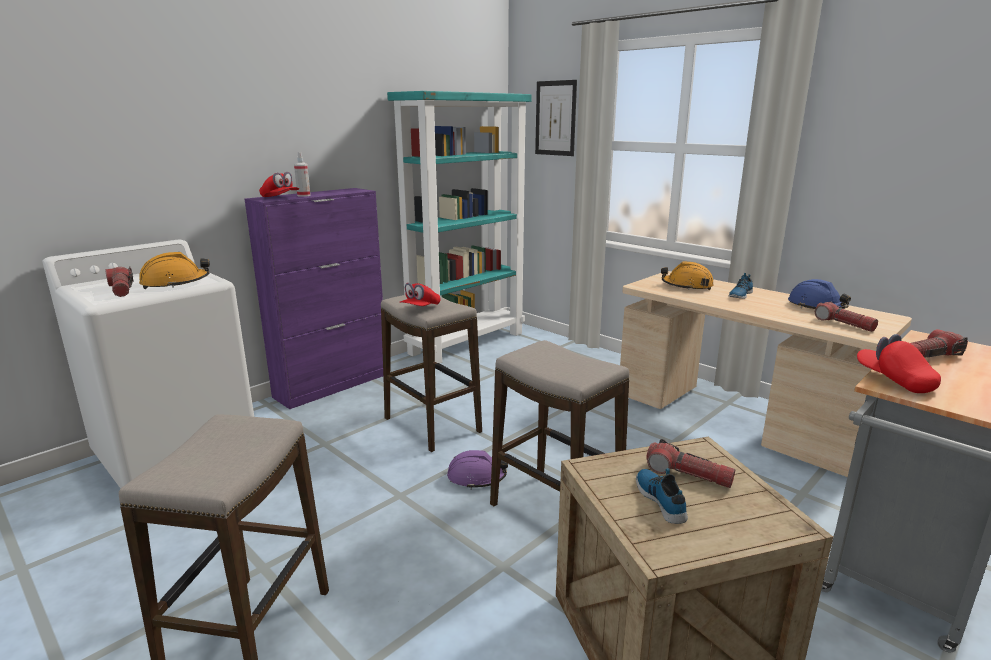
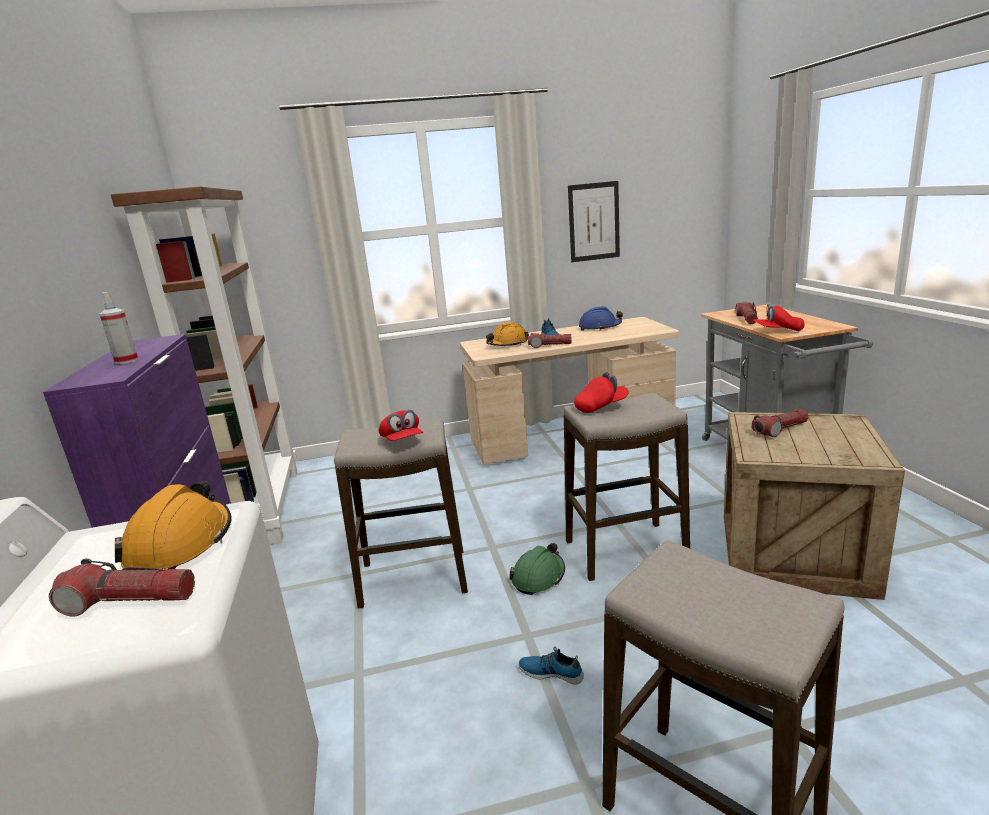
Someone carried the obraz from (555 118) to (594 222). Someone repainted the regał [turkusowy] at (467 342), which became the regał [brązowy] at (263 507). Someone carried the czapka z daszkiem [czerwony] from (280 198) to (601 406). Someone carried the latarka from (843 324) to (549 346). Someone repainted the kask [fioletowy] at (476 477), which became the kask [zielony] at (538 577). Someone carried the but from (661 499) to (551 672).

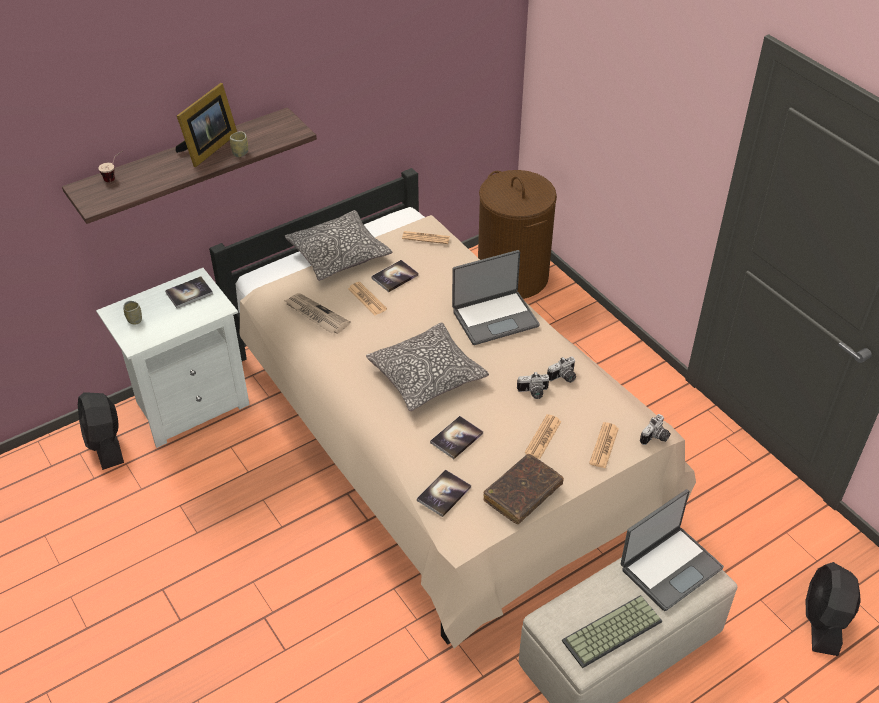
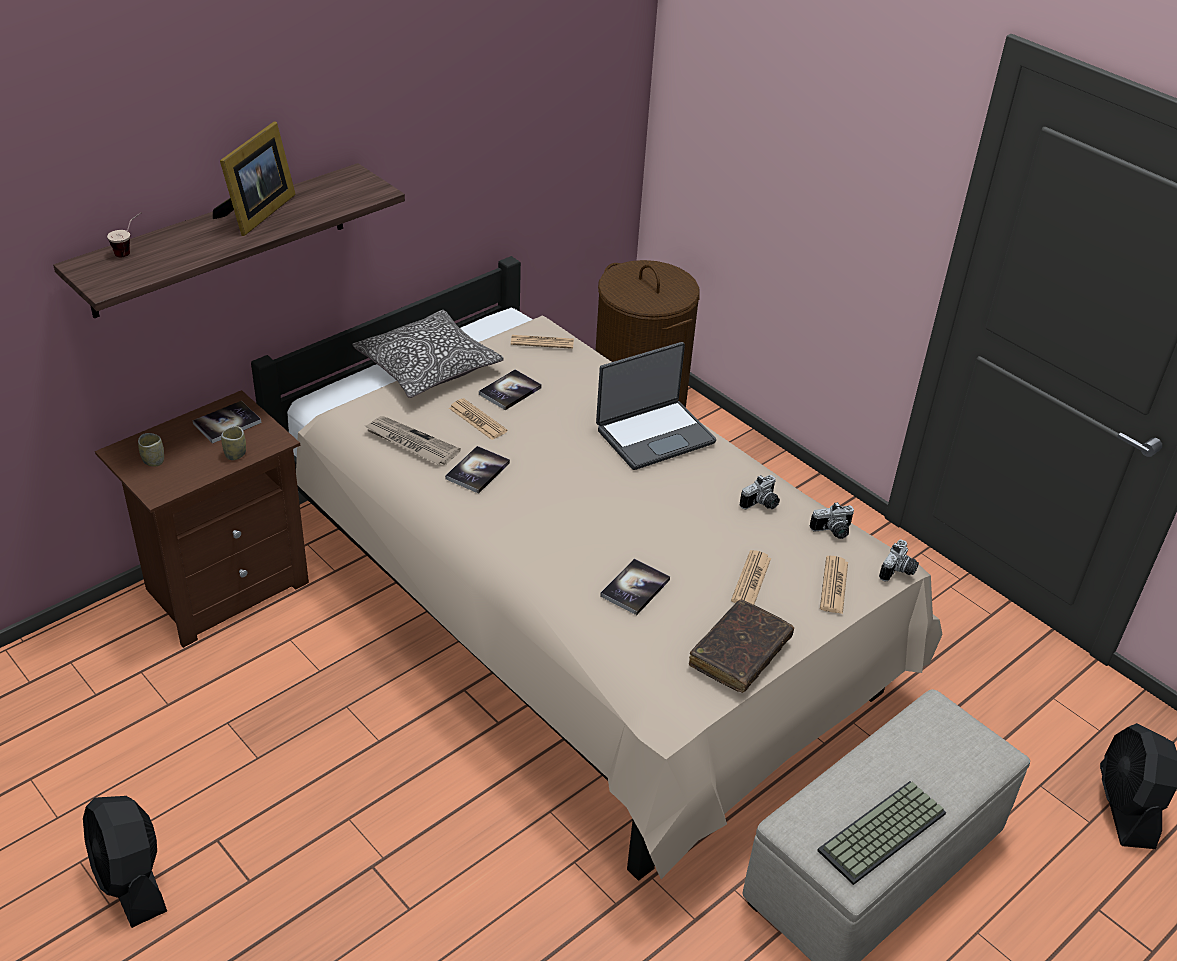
Someone carried the filiżanka from (240 153) to (235 454). Someone repainted the szafka nocna [biały] at (190 404), which became the szafka nocna [brązowy] at (223 587). Someone took away the poduszka at (427 375). Someone carried the aparat fotograficzny from (533 393) to (833 532). Someone carried the wentylator [czarny] from (105 444) to (131 879). Someone carried the książka from (444 494) to (477 471). Someone took away the laptop at (669 567).

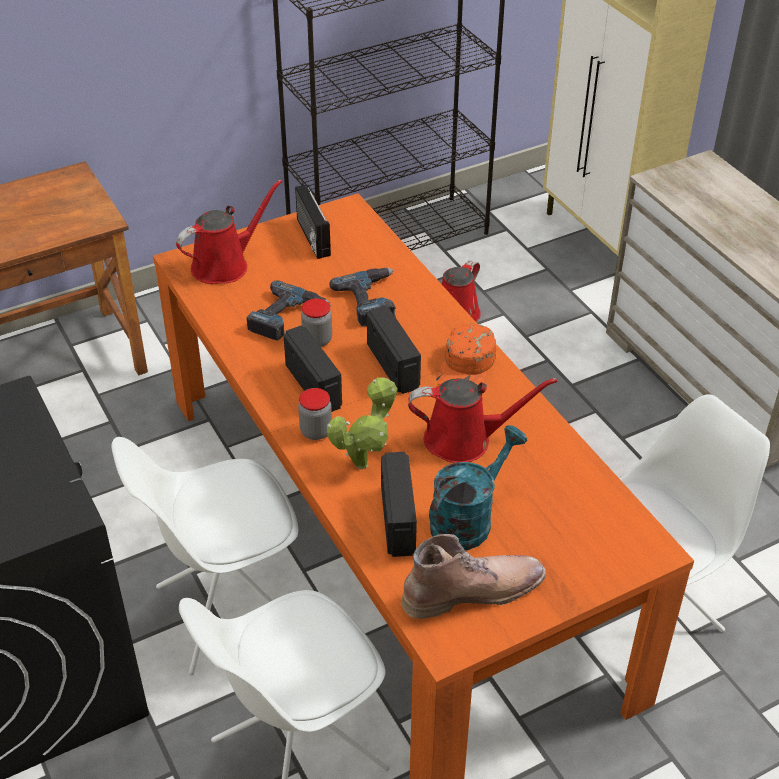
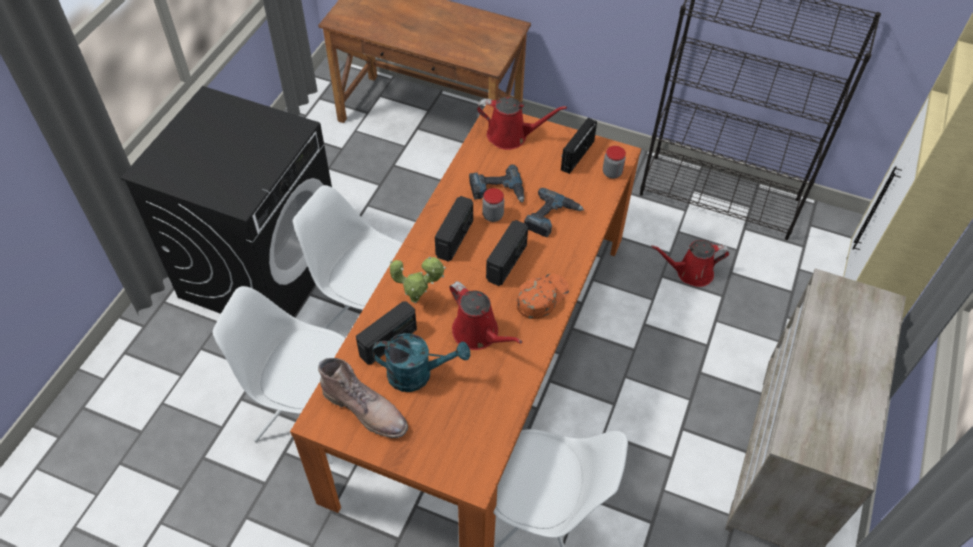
Someone rotated the czapka z daszkiem [pomarańczowy] at (467 366) by 150 degrees clockwise. Someone carried the słoik from (316 431) to (612 173).

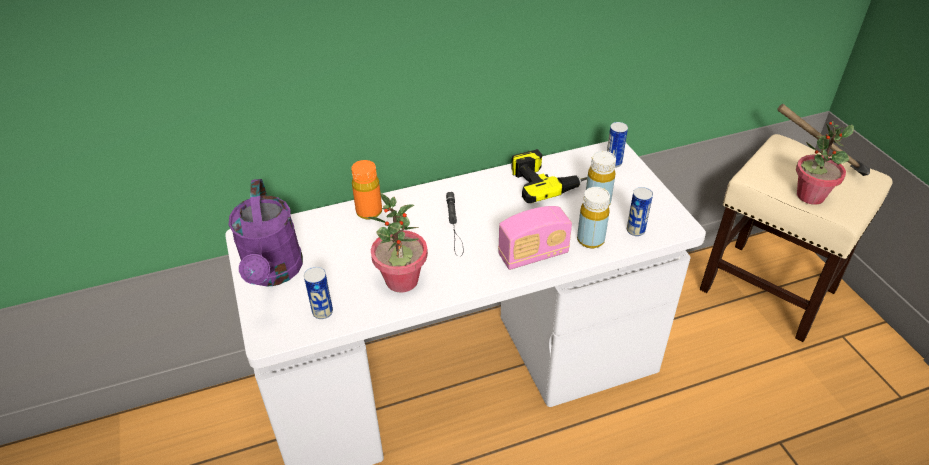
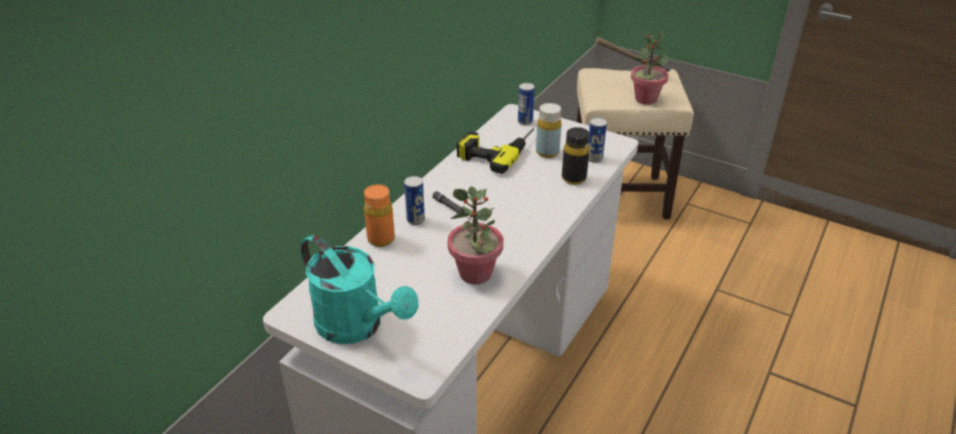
Someone repainted the konewka [fioletowy] at (273 273), which became the konewka [turkusowy] at (358 326). Someone repainted the butelka [żółty] at (590 240), which became the butelka [czarny] at (573 178). Someone took away the radio at (533 255). Someone carried the puszka from (322 312) to (415 220).

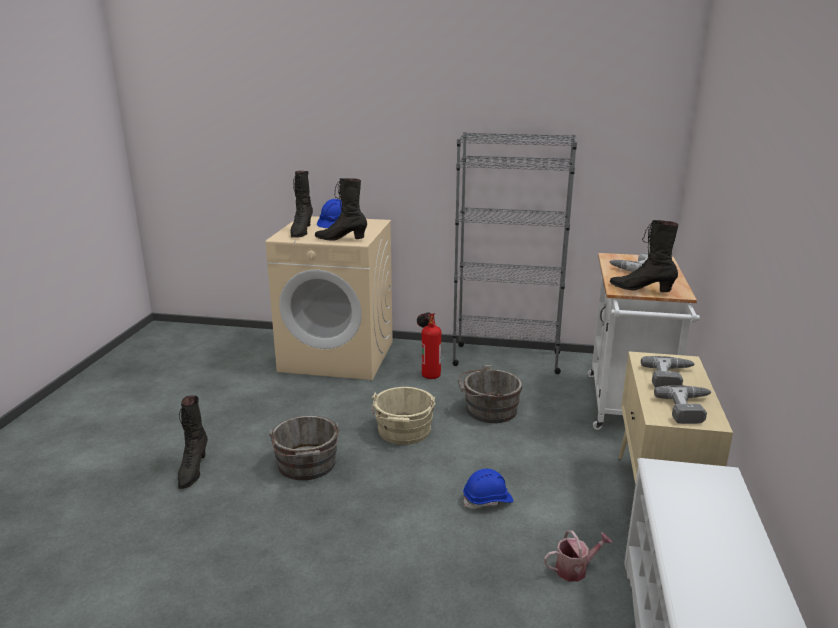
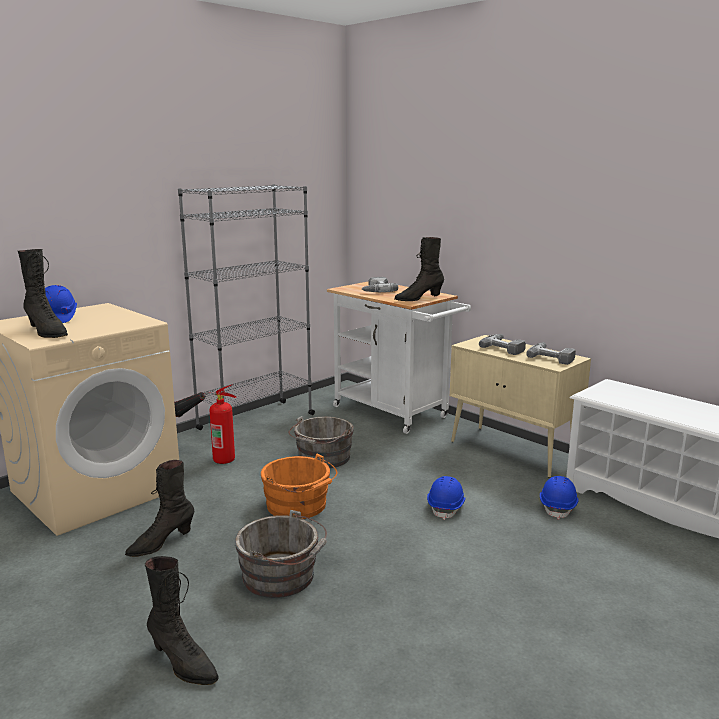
Someone carried the but z cholewką [czarny] from (341 239) to (161 543). Someone repainted the wiadro [beżowy] at (403 432), which became the wiadro [pomarańczowy] at (299 506). Someone swapped the konewka at (575 569) for the kask [niebieski] at (558 507).

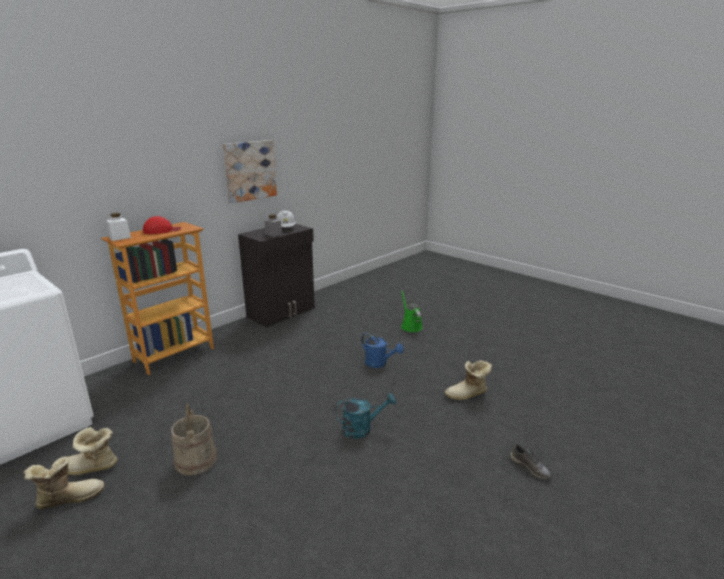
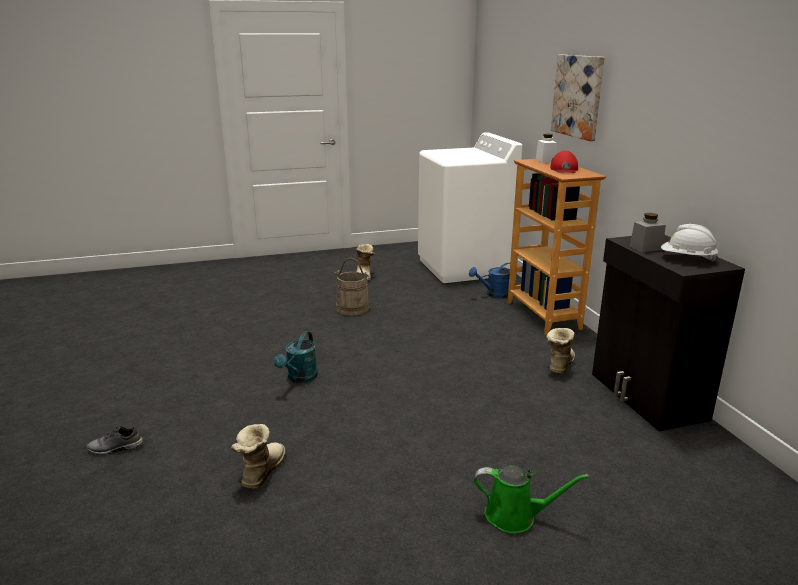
Someone carried the obraz from (250 170) to (578 96). Someone carried the konewka [niebieski] from (379 363) to (494 294). Someone carried the but z cholewką from (91 468) to (559 365).

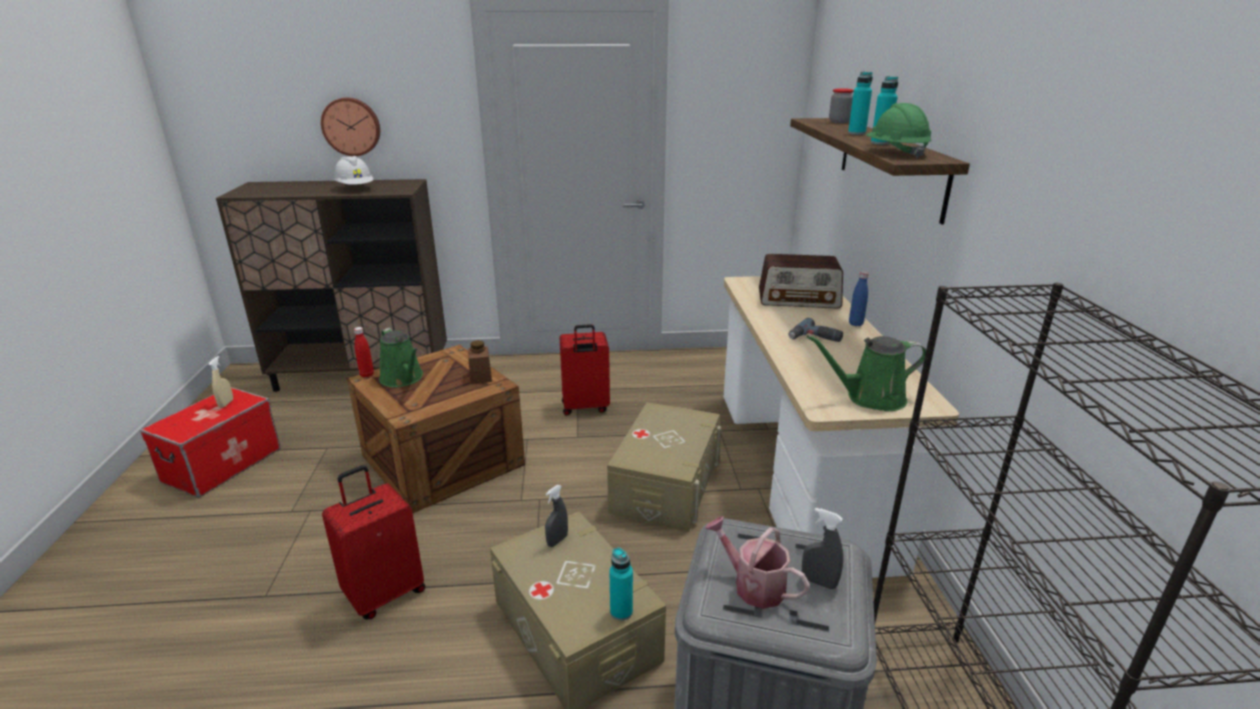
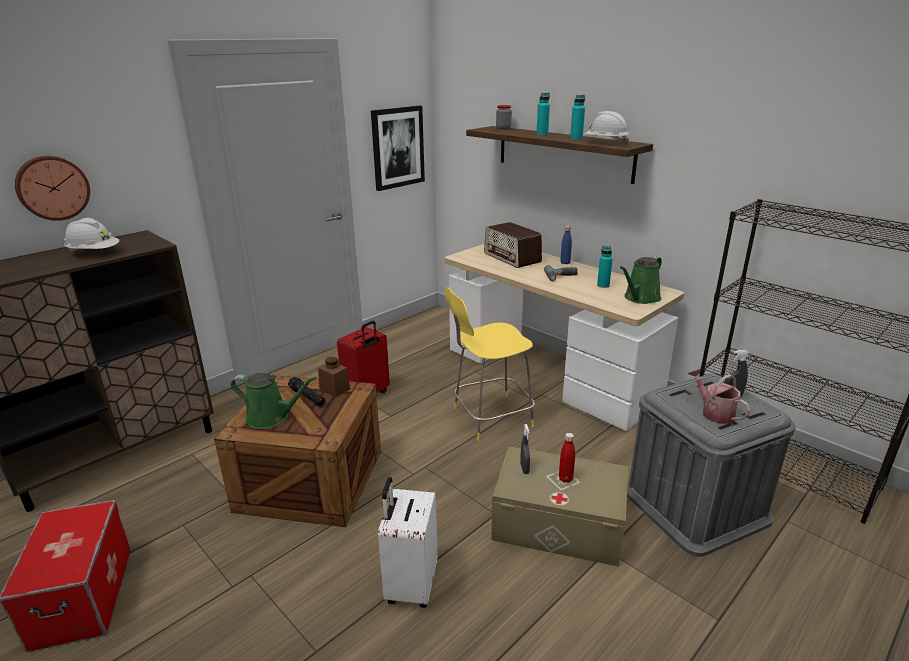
Someone repainted the kask [zielony] at (895 153), which became the kask [biały] at (605 143). Someone rotated the radio at (799 299) by 90 degrees clockwise. Someone carried the butelka [czerwony] from (367 375) to (565 478). Someone took away the spryskiwacz [beżowy] at (226 403). Someone swapped the pojemnik do przechowywania [beżowy] at (665 485) for the stołek [żółty] at (490 418). Someone repainted the walizka [czerwony] at (384 593), which became the walizka [biały] at (410 585). Someone rotated the konewka at (753 585) by 60 degrees clockwise. Someone carried the butelka [turkusowy] from (621 612) to (603 285). Someone put up the obraz at (397 147). Someone put down the latarka [czarny] at (307 397).

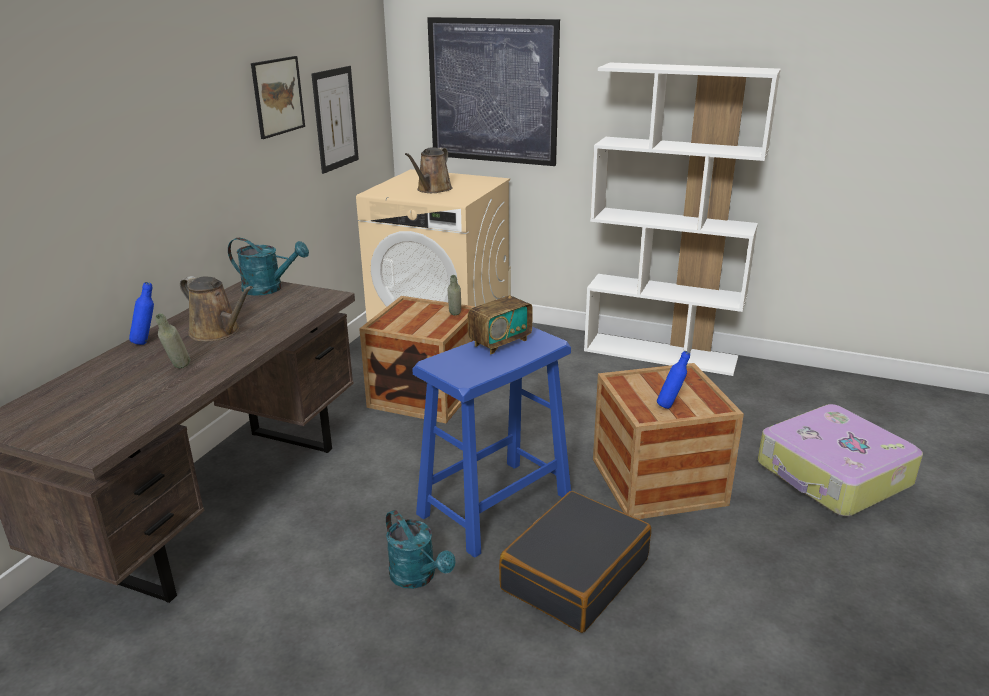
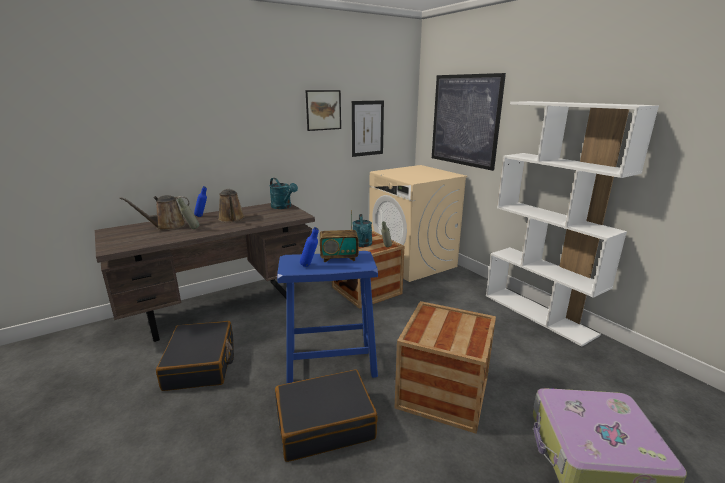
Someone carried the konewka [brązowy] from (432 190) to (167 226). Someone carried the butelka [niebieski] from (670 406) to (310 266). Someone carried the konewka [turkusowy] from (418 577) to (362 244). Someone put down the walizka [czarny] at (201 364).

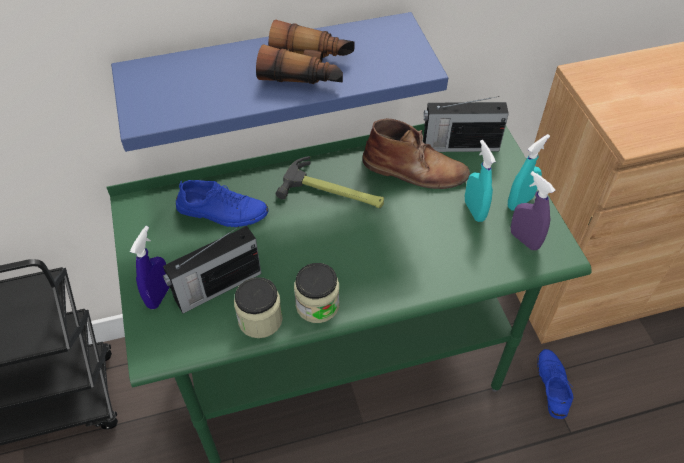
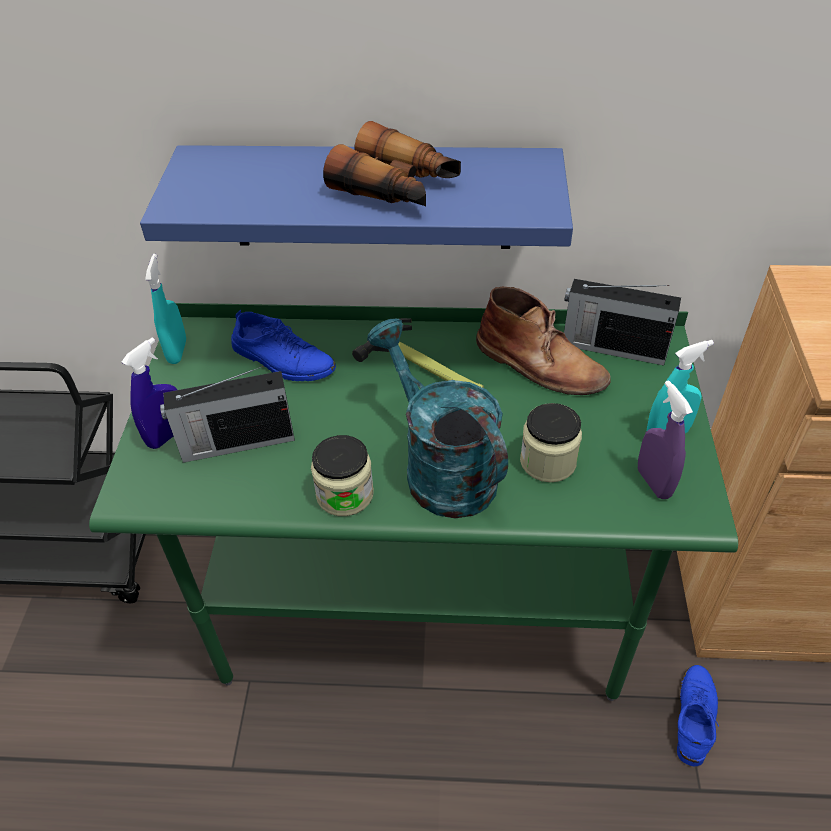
Someone carried the spryskiwacz [turkusowy] from (474 210) to (177 351). Someone carried the słoik from (260 319) to (548 461). Someone put down the konewka [turkusowy] at (440 467).

